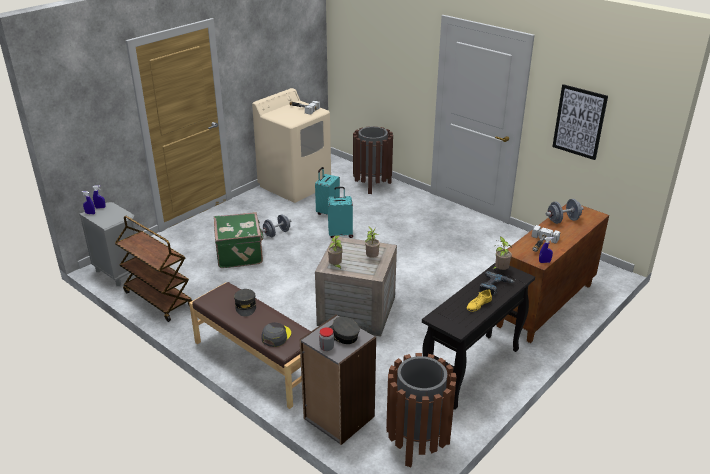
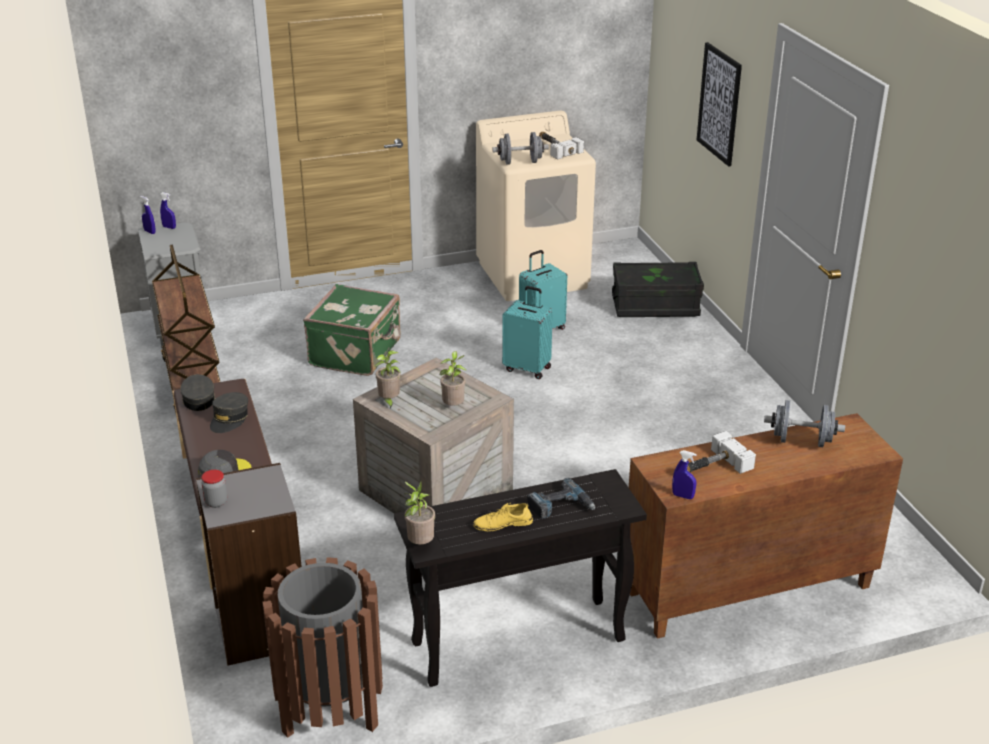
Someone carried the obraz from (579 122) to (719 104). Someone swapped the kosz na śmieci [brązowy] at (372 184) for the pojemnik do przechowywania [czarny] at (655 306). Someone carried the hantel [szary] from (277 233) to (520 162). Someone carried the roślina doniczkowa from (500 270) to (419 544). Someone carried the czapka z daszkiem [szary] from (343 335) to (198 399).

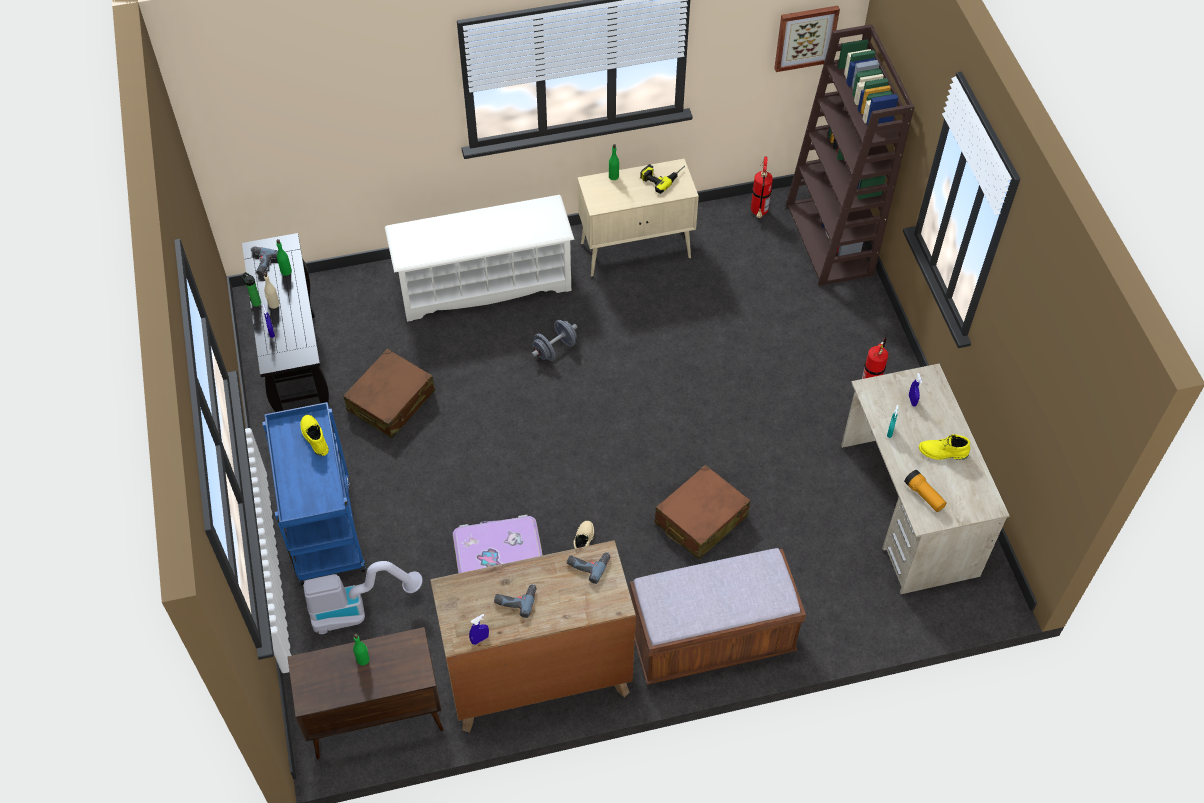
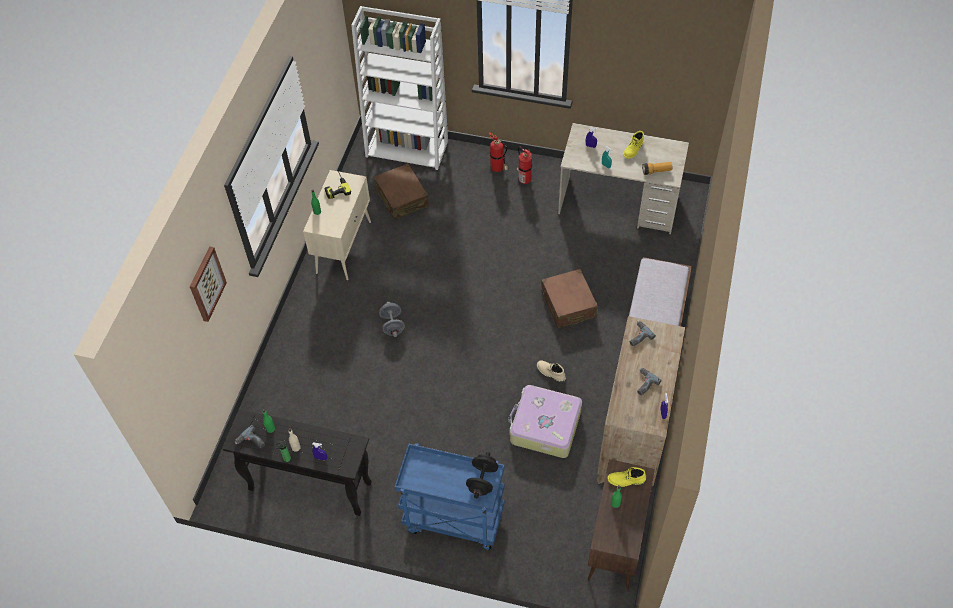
Someone carried the obraz from (805 37) to (206 284). Someone repainted the regał [brązowy] at (830 240), which became the regał [biały] at (408 148). Someone carried the gaśnica from (759 213) to (498 169). Someone took away the regał na buty [biały] at (484 284). Someone carried the walizka [brązowy] from (391 401) to (401 197). Someone carried the but z cholewką [żółty] from (314 437) to (626 480). Someone took away the odkurzacz at (358 610). Someone put down the hantel [czarny] at (482 480).

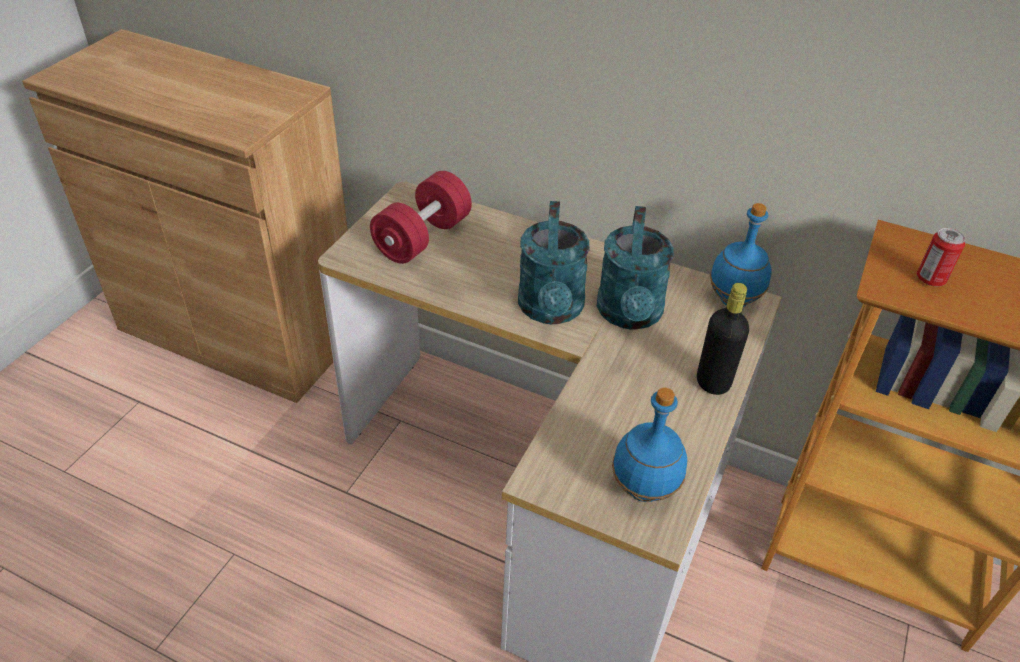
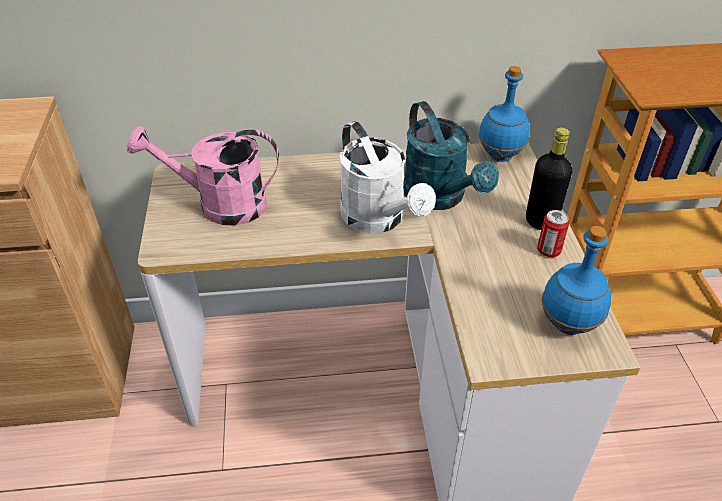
Someone swapped the hantel [czerwony] at (422 238) for the konewka [różowy] at (220 205). Someone repainted the konewka [turkusowy] at (551 310), which became the konewka [biały] at (379 219). Someone carried the puszka from (930 279) to (548 251).

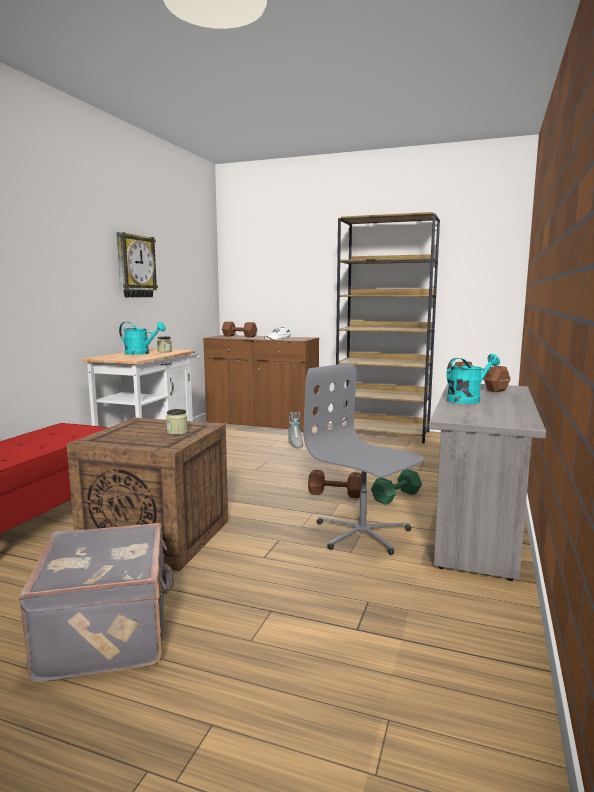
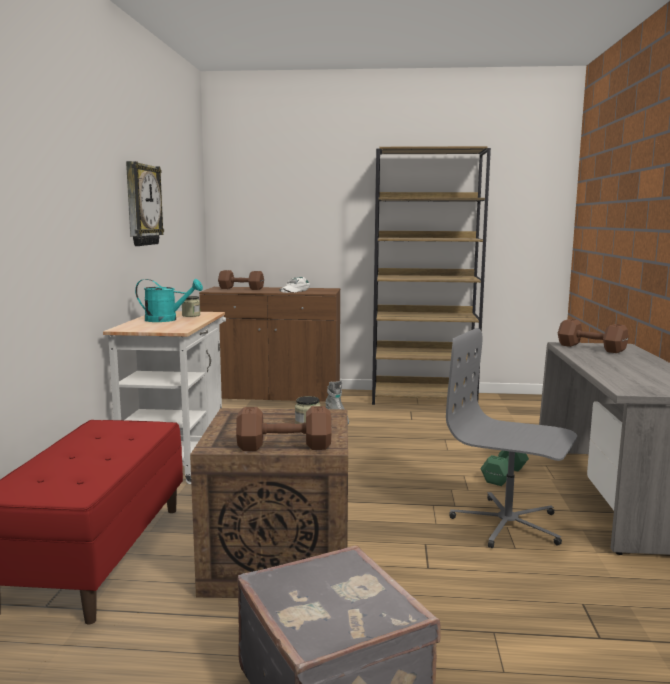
Someone took away the konewka [turkusowy] at (467 400). Someone carried the hantel [brązowy] from (334 493) to (282 446).

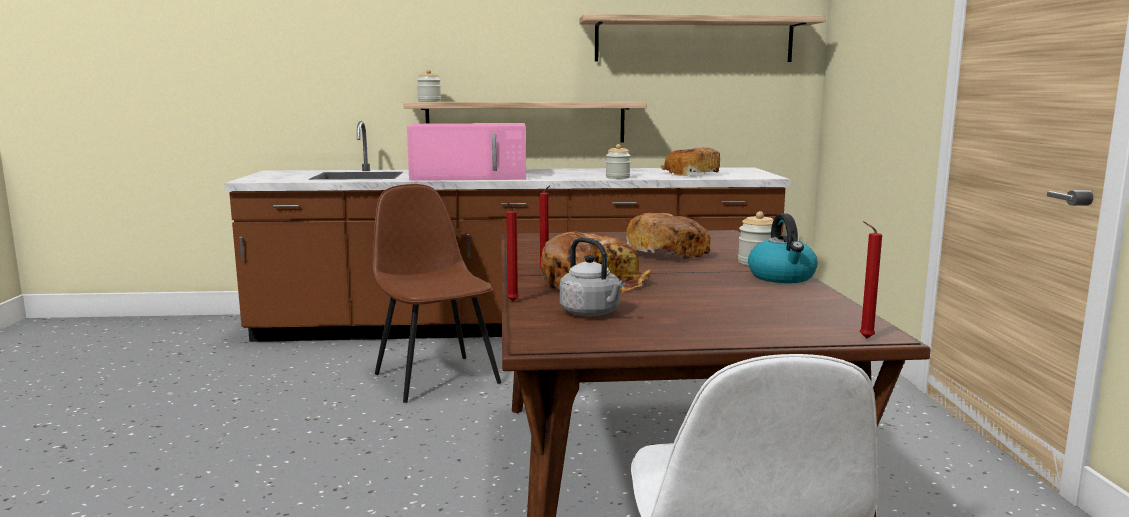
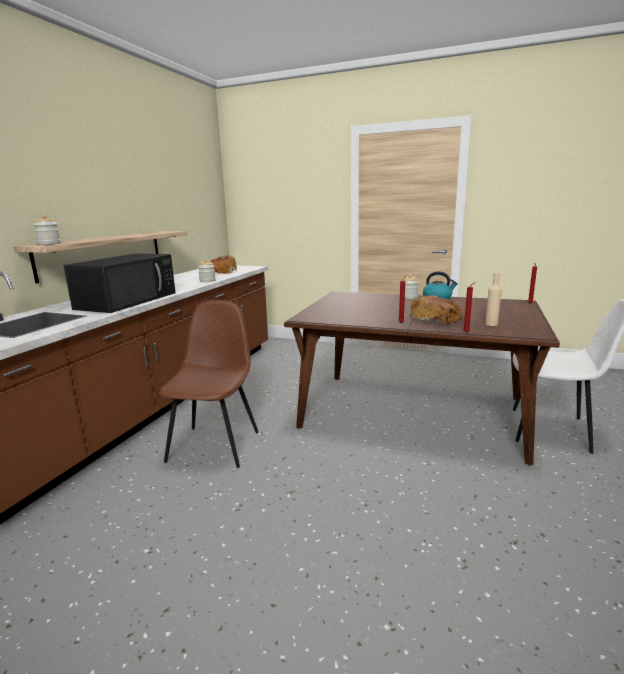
Someone took away the półka at (694 40). Someone repainted the mikrofalówka [różowy] at (471 176), which became the mikrofalówka [czarny] at (128 300). Someone rotated the krzesło [brązowy] at (436 377) by 105 degrees clockwise. Someone took away the chleb at (668 252). Someone swapped the czajnik [szary] at (592 313) for the butelka [beżowy] at (491 324).

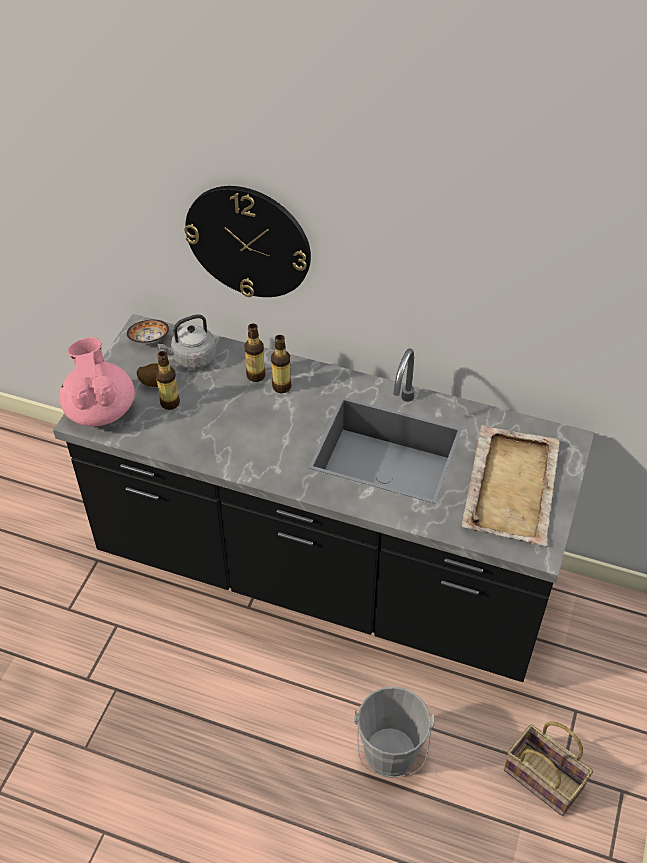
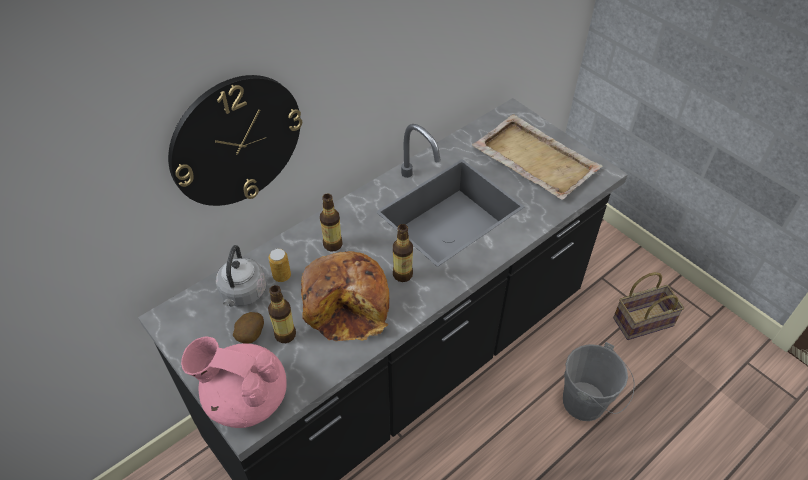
Someone took away the miska at (149 339). Someone carried the butelka from (256 375) to (402 274). Someone put down the puszka at (282 276). Someone put down the chleb at (348 305).

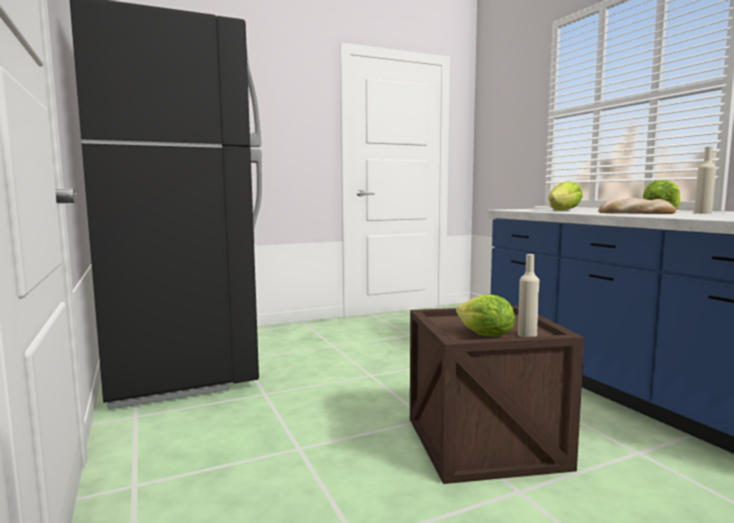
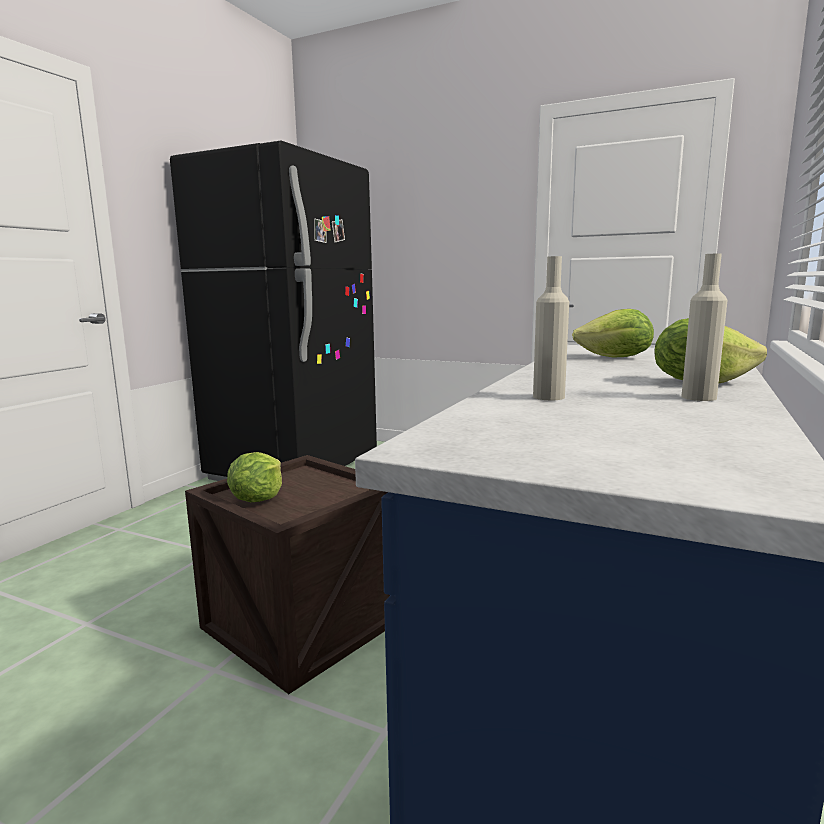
Someone took away the chleb at (635 213). Someone carried the butelka [beżowy] from (527 335) to (548 397).

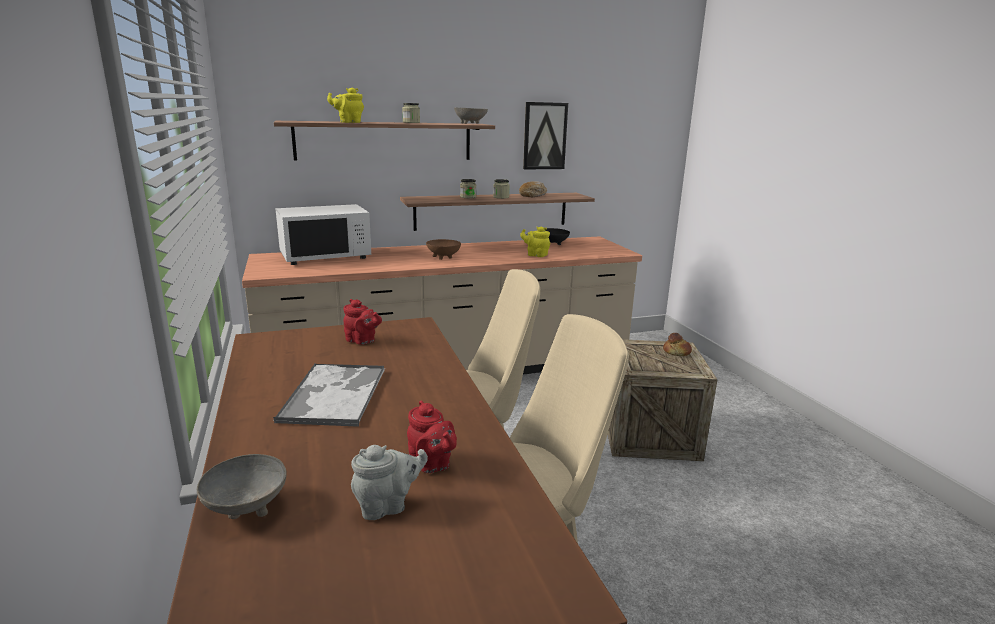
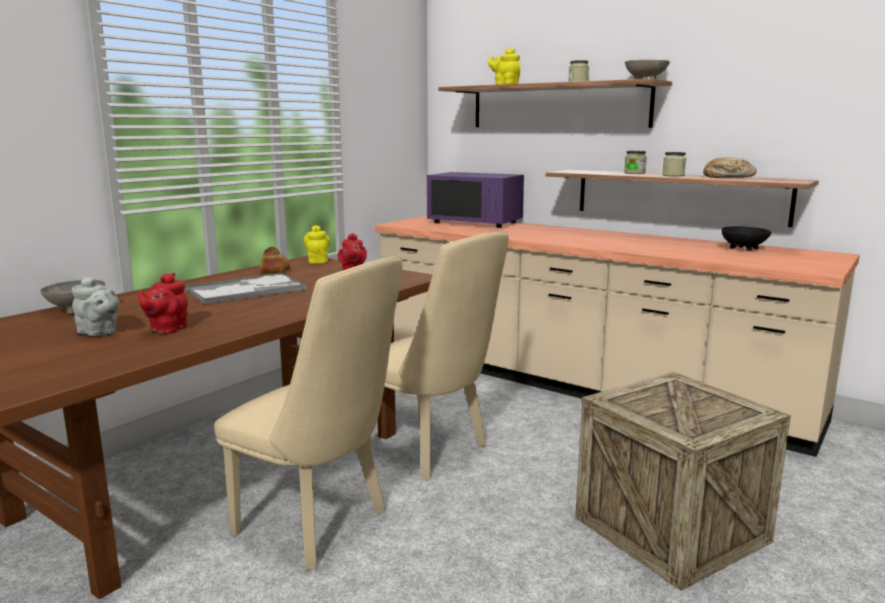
Someone took away the obraz at (544 136). Someone repainted the mikrofalówka [biały] at (325 256), which became the mikrofalówka [fioletowy] at (475 222). Someone carried the imbryk [żółty] from (535 255) to (318 261). Someone took away the miska [brązowy] at (444 257). Someone carried the chleb from (676 352) to (274 271).

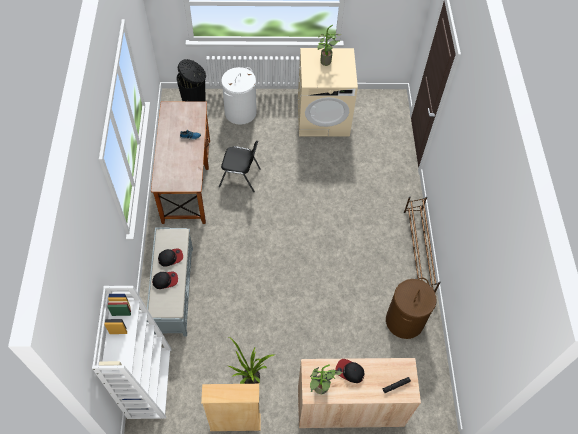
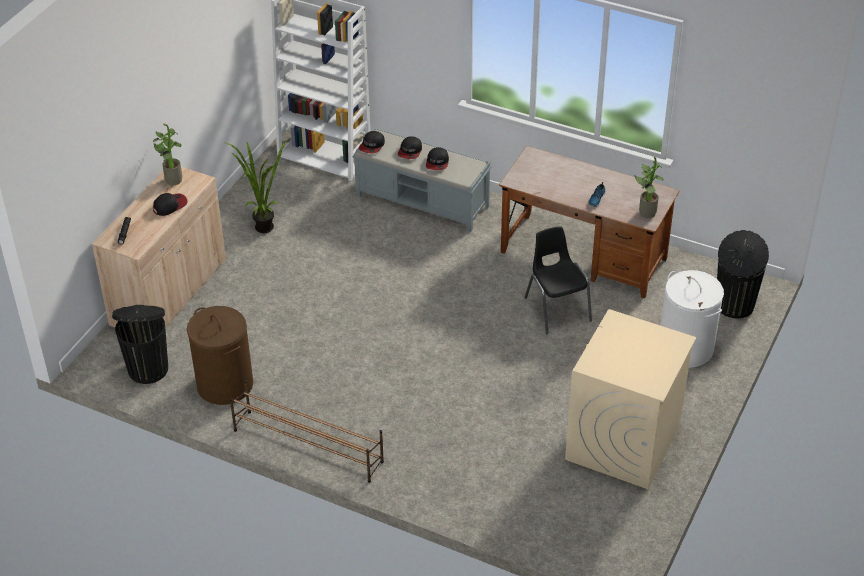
Someone carried the roślina doniczkowa from (325 63) to (645 211). Someone rotated the krzesło [czarny] at (240 177) by 120 degrees clockwise. Someone took away the regał [beżowy] at (235 422). Someone put down the czapka z daszkiem at (372 146). Someone put down the kosz na śmieci [czarny] at (148 368).

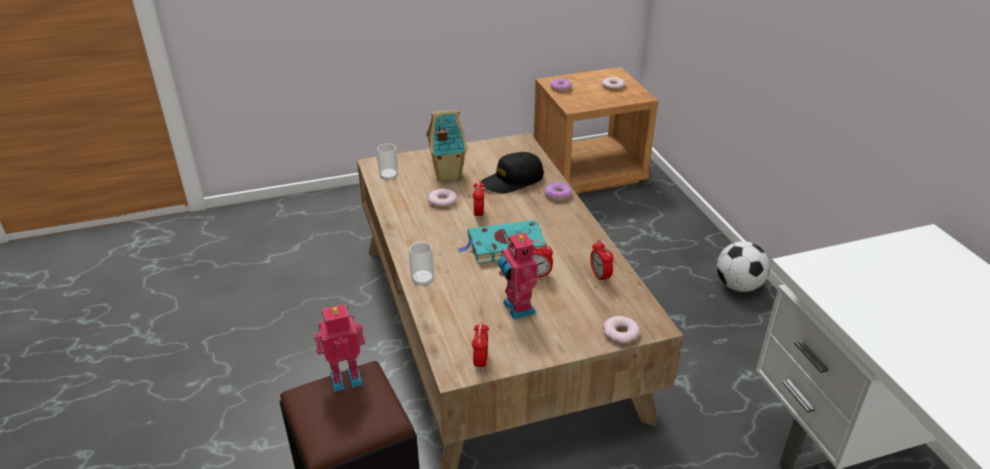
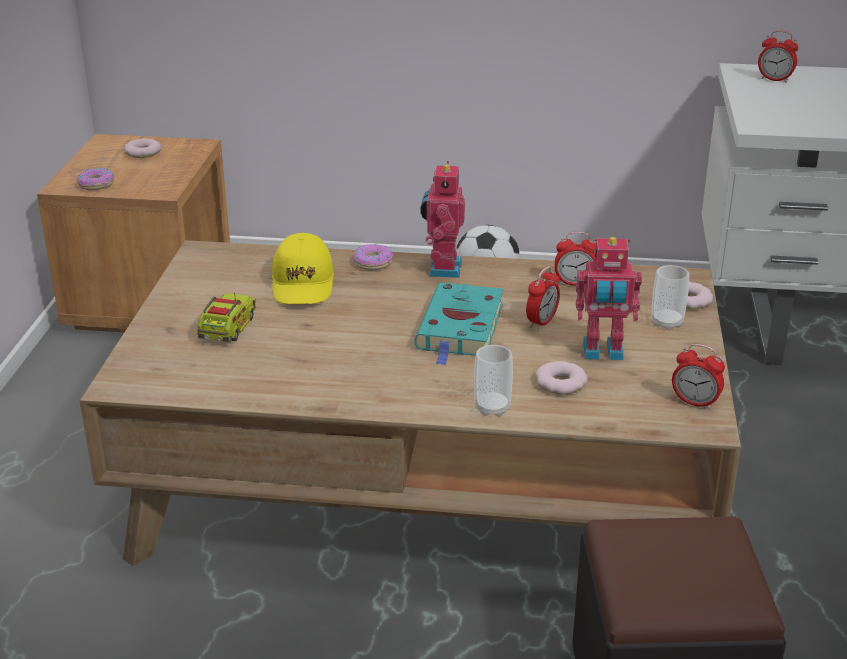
Someone swapped the domek at (446 174) for the ciężarówka zabawkowa at (227 328). Someone carried the filiżanka from (389 177) to (667 323). Someone repainted the czapka z daszkiem [czarny] at (512 180), which became the czapka z daszkiem [żółty] at (303 283). Someone carried the budzik from (479 214) to (774 79). Someone carried the donut from (442 201) to (560 383). Someone carried the robot zabawkowy from (345 377) to (442 269).

